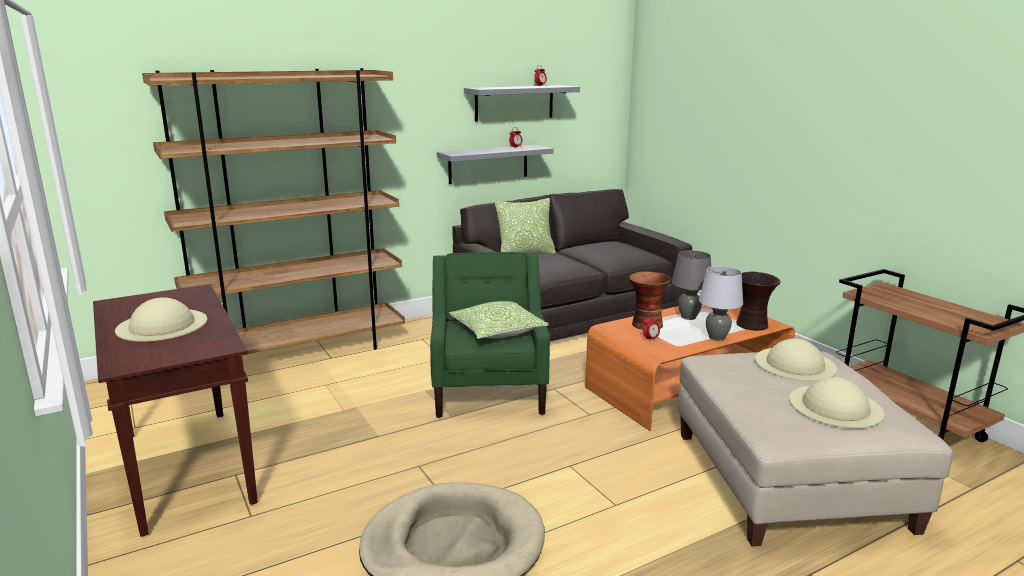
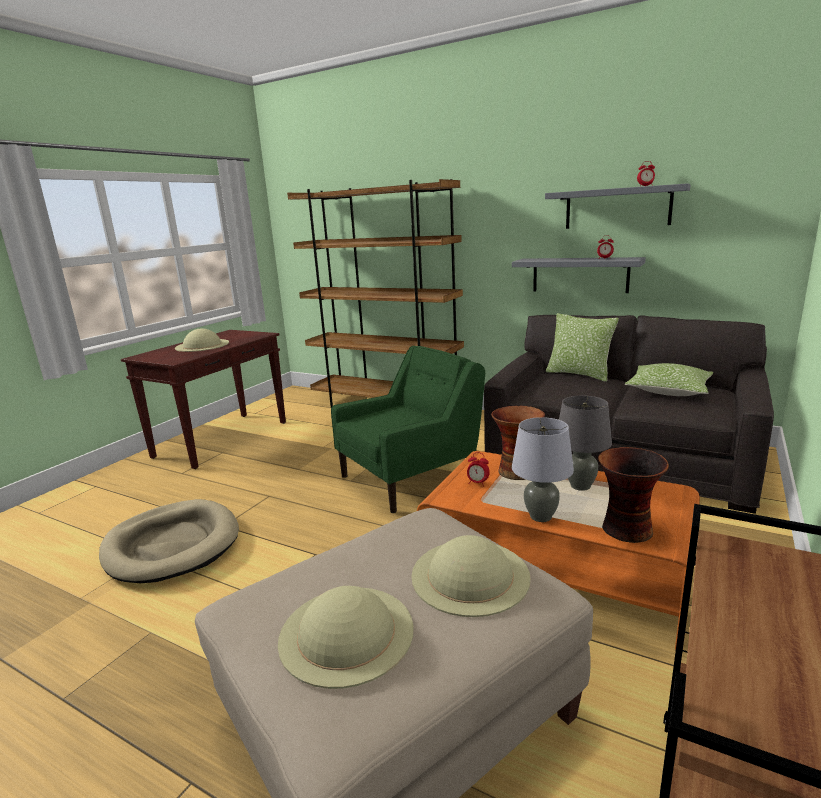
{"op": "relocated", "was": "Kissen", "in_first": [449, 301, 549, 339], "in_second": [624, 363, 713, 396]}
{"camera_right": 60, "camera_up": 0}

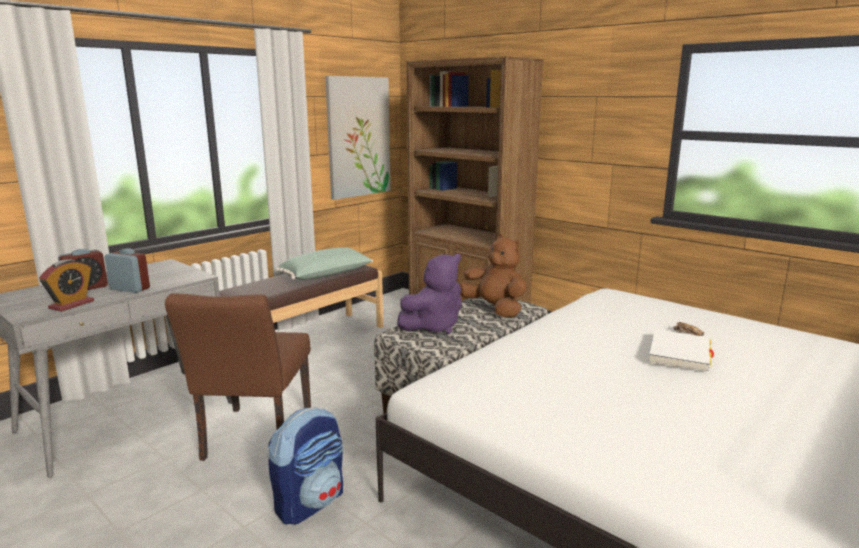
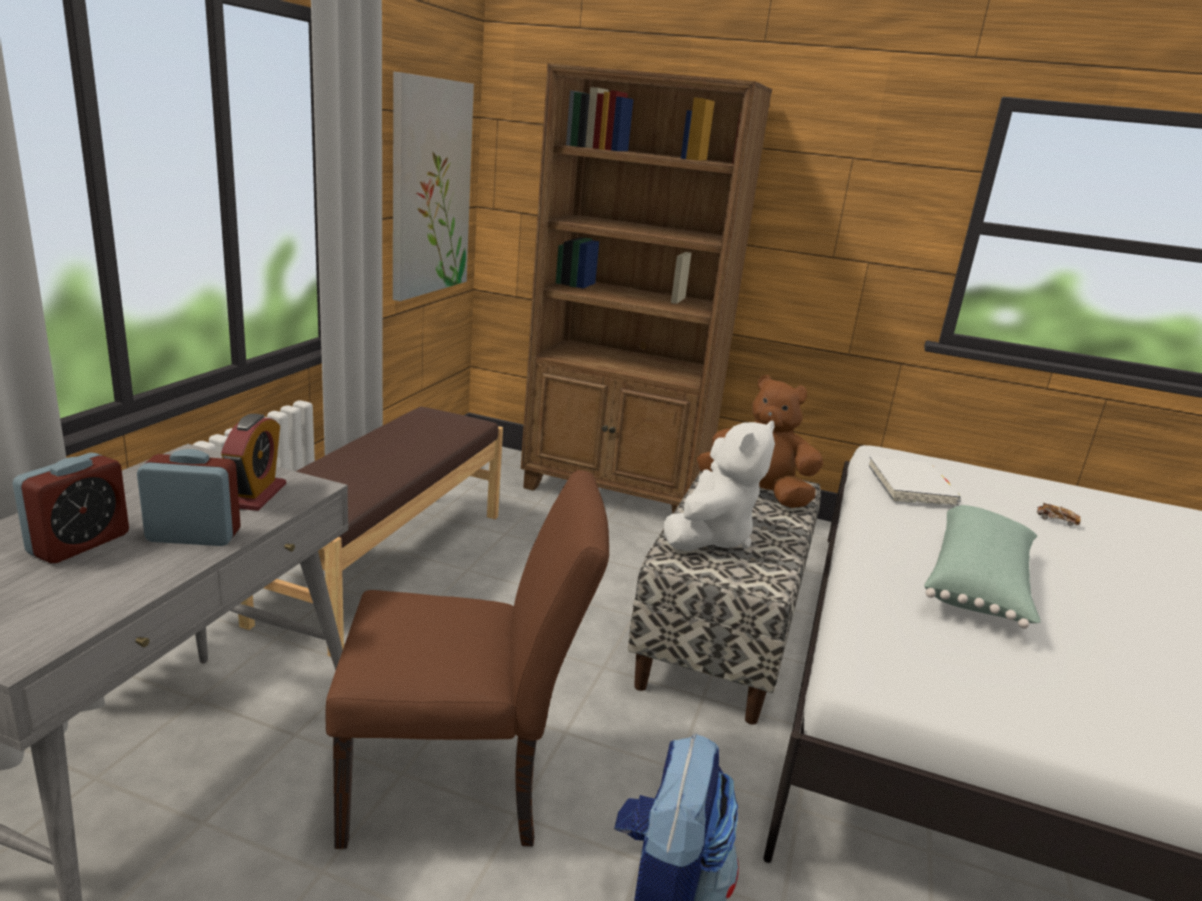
{"op": "relocated", "was": "Wecker", "in_first": [39, 259, 94, 312], "in_second": [221, 414, 286, 511]}
{"op": "spun", "was": "Stuhl/braun", "in_first": [165, 293, 311, 461], "in_second": [325, 470, 609, 849], "clockwise": -75}
{"op": "relocated", "was": "Kissen/grün", "in_first": [276, 247, 373, 280], "in_second": [924, 505, 1041, 629]}
{"op": "colour", "was": "Plüschtier/lila", "now": "Plüschtier/weiß", "in_first": [397, 254, 462, 334], "in_second": [664, 421, 775, 551]}
{"op": "relocated", "was": "Buch/weiß", "in_first": [649, 329, 714, 371], "in_second": [869, 457, 961, 505]}
{"camera_right": -25, "camera_up": 5}

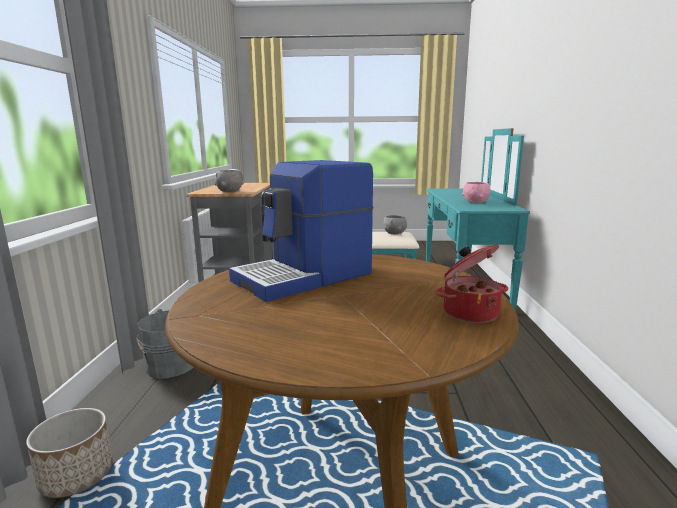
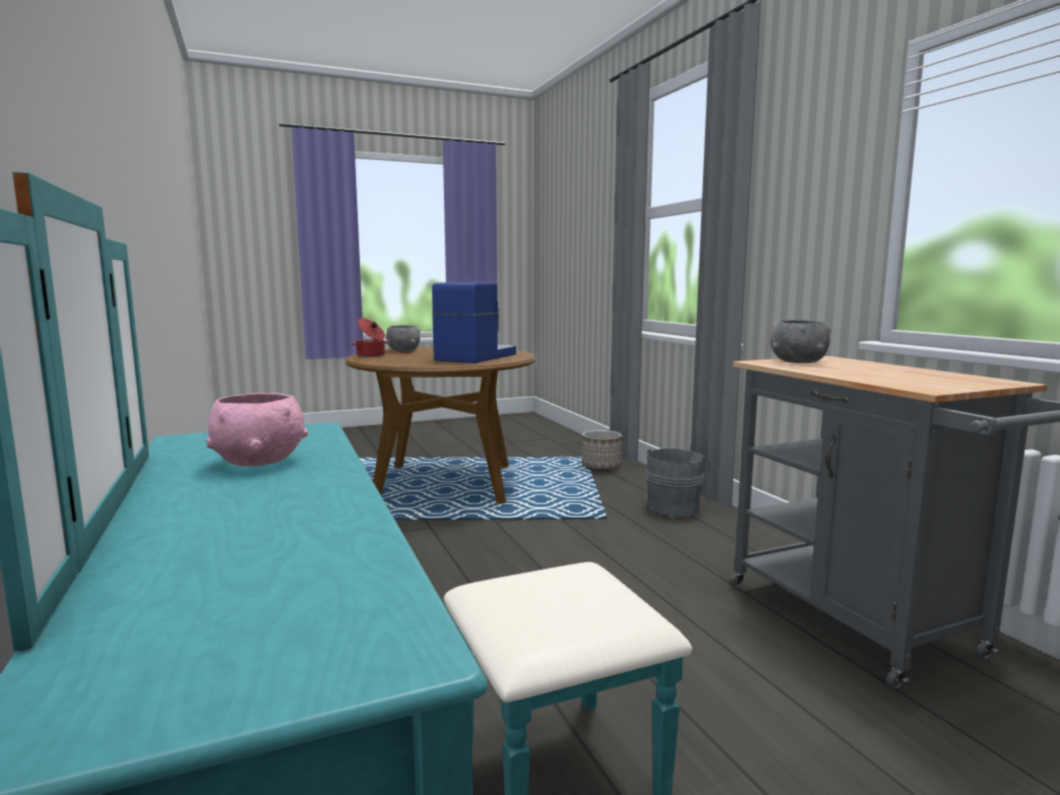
{"op": "relocated", "was": "Schüssel/grau", "in_first": [383, 215, 407, 234], "in_second": [386, 325, 420, 352]}
{"camera_right": 155, "camera_up": -5}

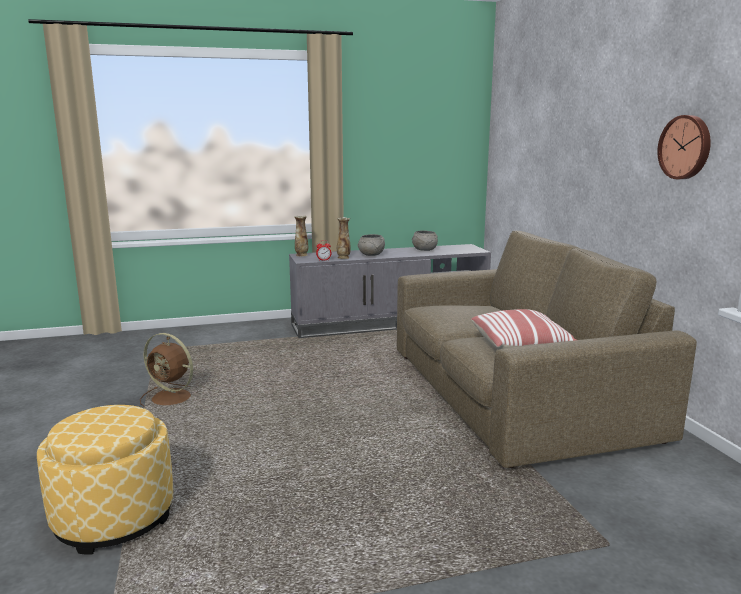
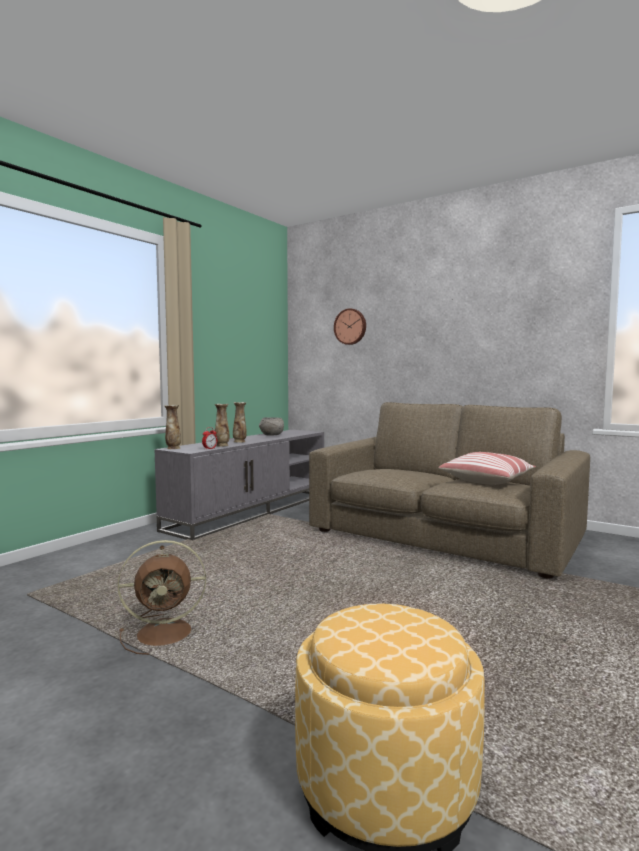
{"op": "exchanged", "was": "Schüssel/grau", "now": "Vase", "in_first": [357, 234, 385, 256], "in_second": [233, 402, 247, 443]}
{"op": "relocated", "was": "Wanduhr", "in_first": [657, 115, 711, 179], "in_second": [334, 308, 366, 345]}
{"camera_right": -40, "camera_up": -10}

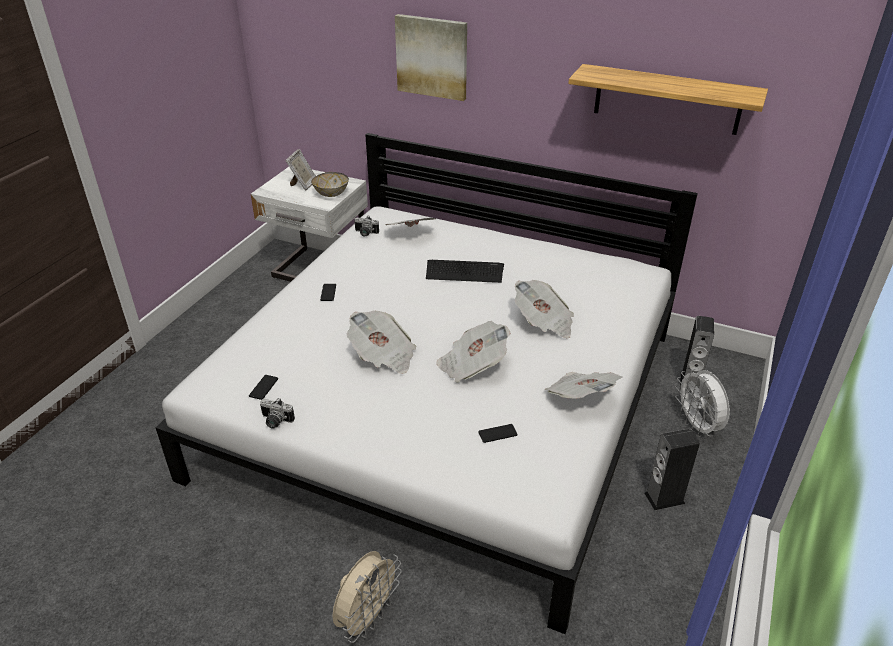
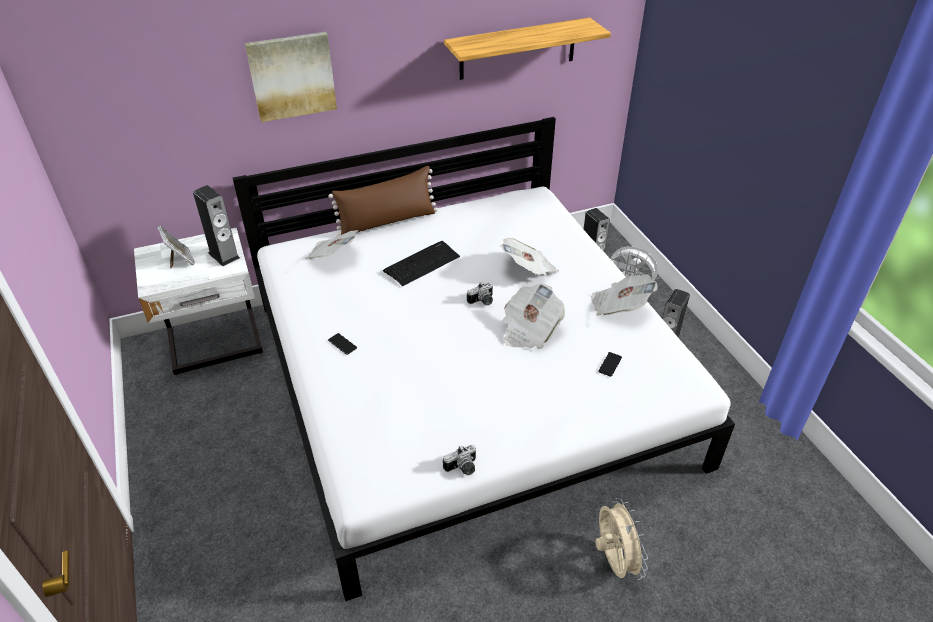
{"op": "missing", "was": "Handy", "in_first": [249, 375, 278, 400]}
{"op": "exchanged", "was": "Schüssel", "now": "Lautsprecher", "in_first": [311, 172, 349, 197], "in_second": [193, 185, 240, 266]}
{"op": "missing", "was": "Zeitung", "in_first": [347, 311, 416, 374]}
{"op": "relocated", "was": "Kamera", "in_first": [354, 216, 379, 237], "in_second": [467, 282, 493, 305]}
{"op": "appeared", "now": "Kissen/braun", "in_second": [328, 166, 438, 236]}
{"camera_right": -45, "camera_up": 5}

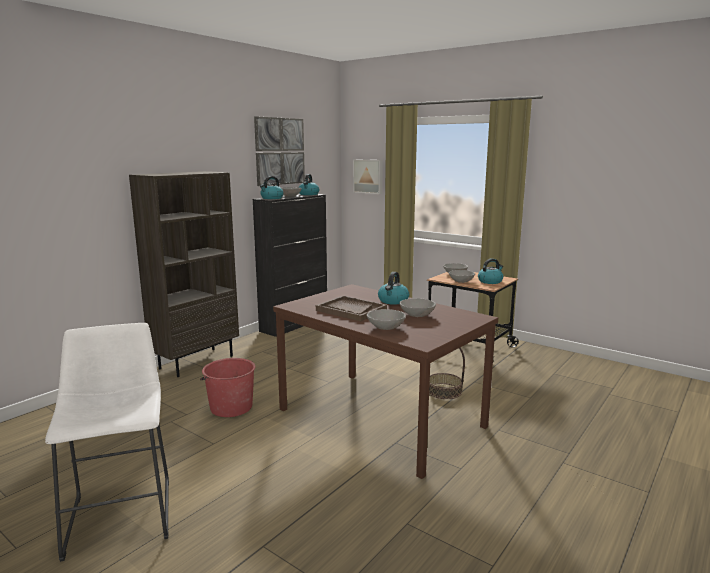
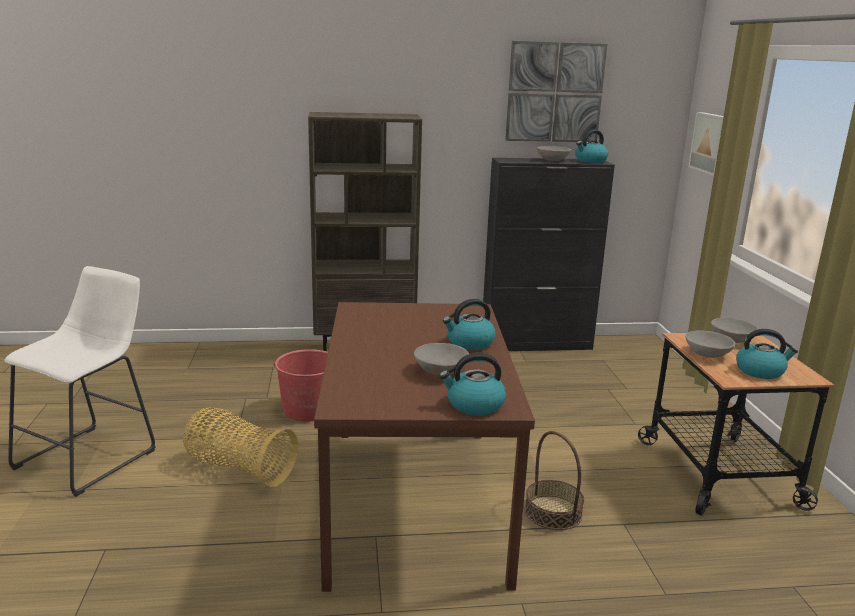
{"op": "relocated", "was": "Wasserkessel", "in_first": [260, 176, 284, 199], "in_second": [439, 353, 506, 416]}
{"op": "missing", "was": "Tablett/braun", "in_first": [316, 296, 387, 321]}
{"op": "missing", "was": "Schüssel/grau", "in_first": [367, 309, 406, 330]}
{"op": "appeared", "now": "Korb", "in_second": [183, 407, 298, 487]}
{"camera_right": 45, "camera_up": 5}

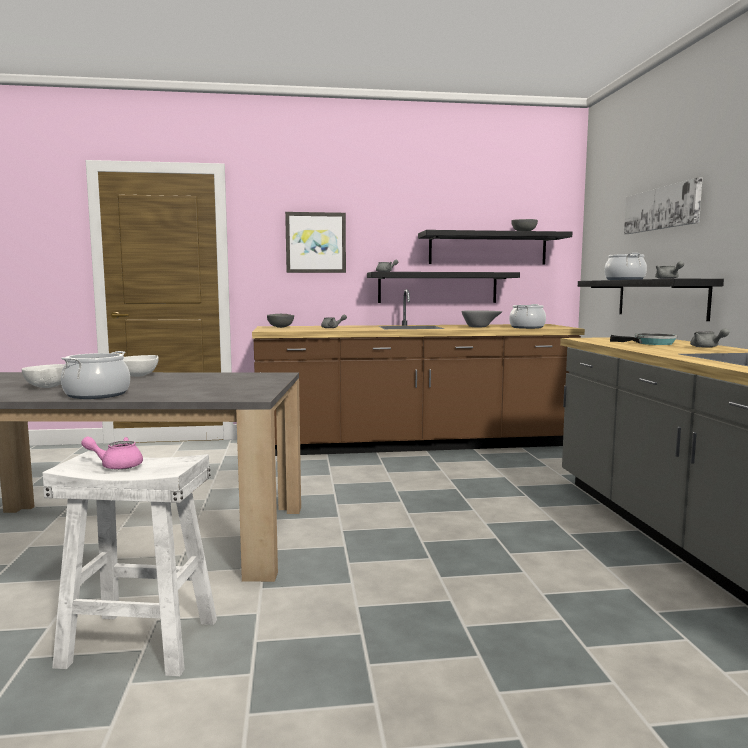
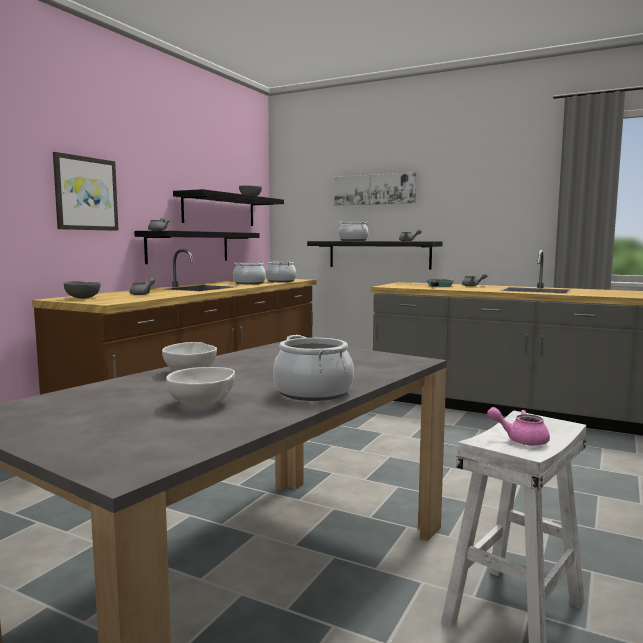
{"op": "spun", "was": "Teekanne/rosa", "in_first": [81, 437, 143, 470], "in_second": [487, 407, 550, 445], "clockwise": 75}
{"op": "exchanged", "was": "Schüssel/grau", "now": "Kochtopf", "in_first": [461, 310, 503, 328], "in_second": [233, 262, 266, 284]}
{"camera_right": -55, "camera_up": 0}

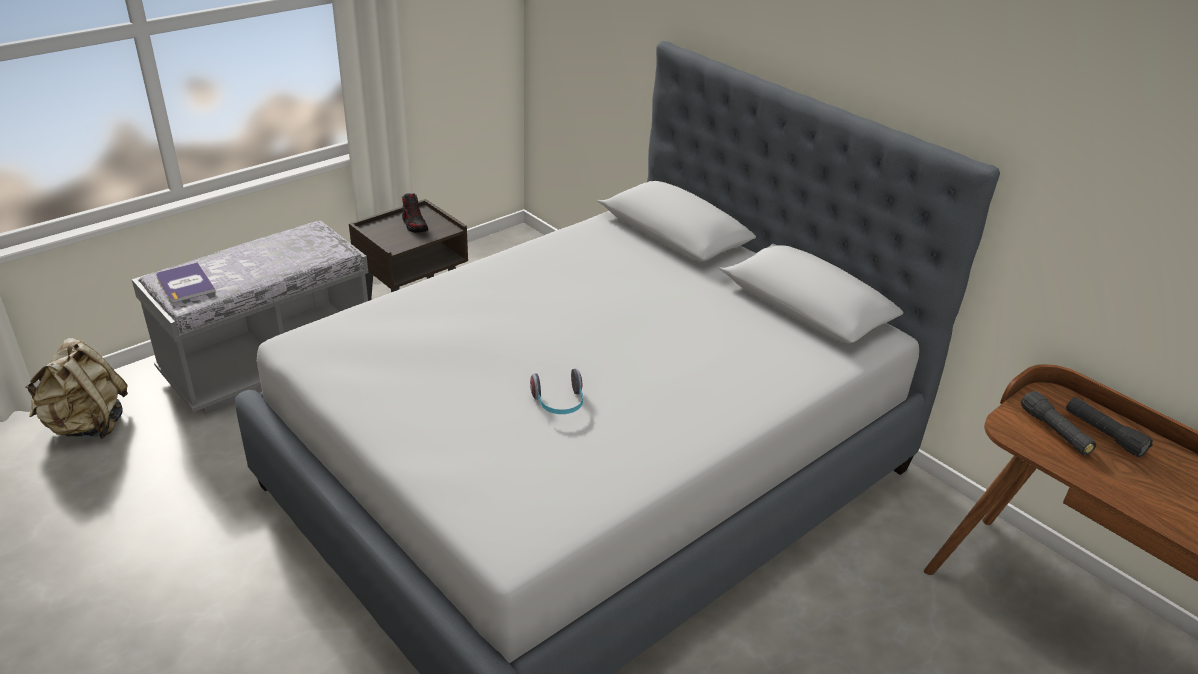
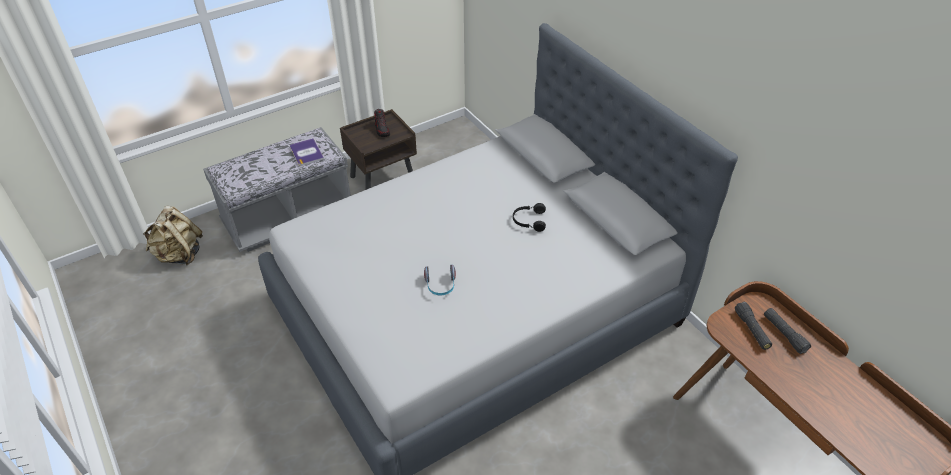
{"op": "relocated", "was": "Buch", "in_first": [156, 262, 216, 302], "in_second": [290, 138, 324, 166]}
{"op": "appeared", "now": "Kopfhörer/schwarz", "in_second": [513, 203, 546, 232]}
{"camera_right": 10, "camera_up": 10}

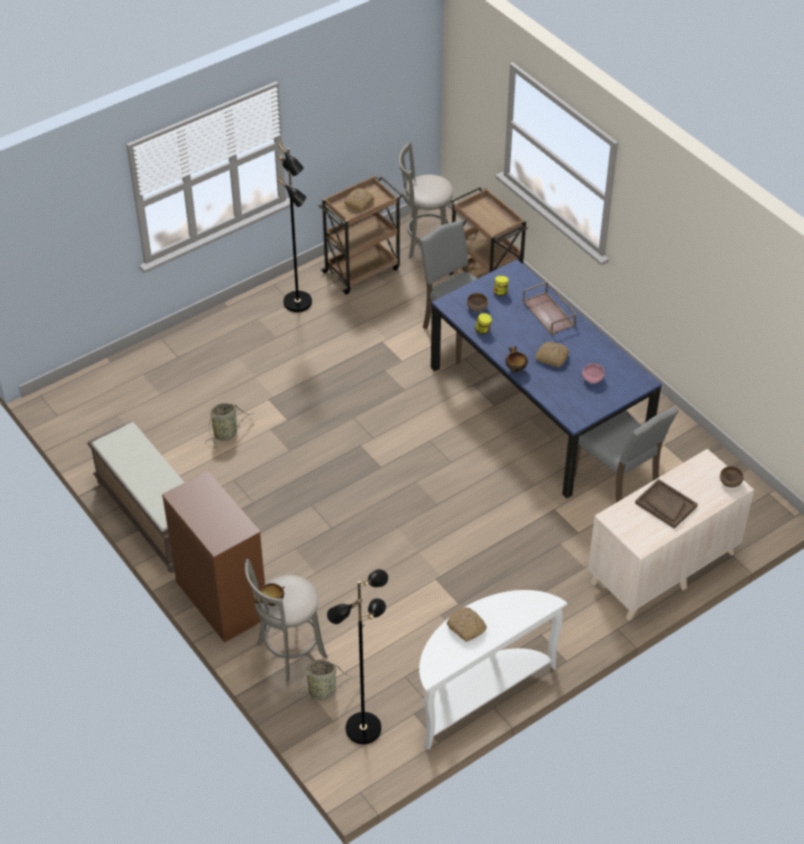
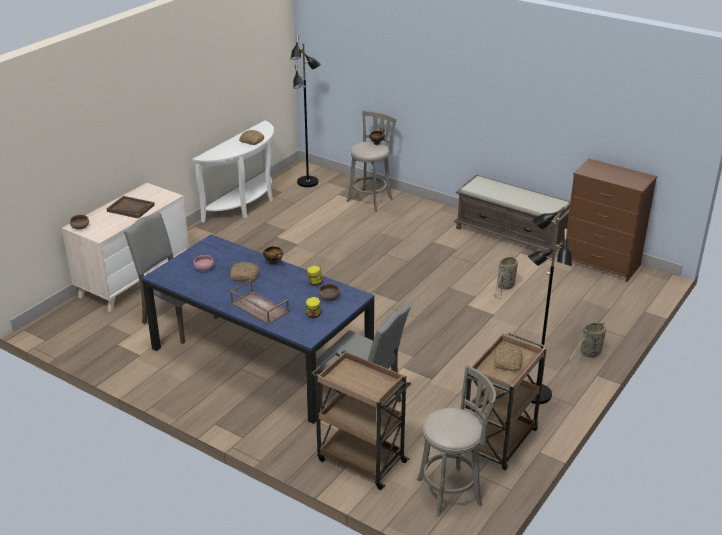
{"op": "relocated", "was": "Kommode/braun", "in_first": [162, 471, 265, 643], "in_second": [567, 159, 657, 282]}
{"op": "relocated", "was": "Korb", "in_first": [295, 659, 360, 707], "in_second": [569, 321, 607, 365]}
{"camera_right": 160, "camera_up": -15}

